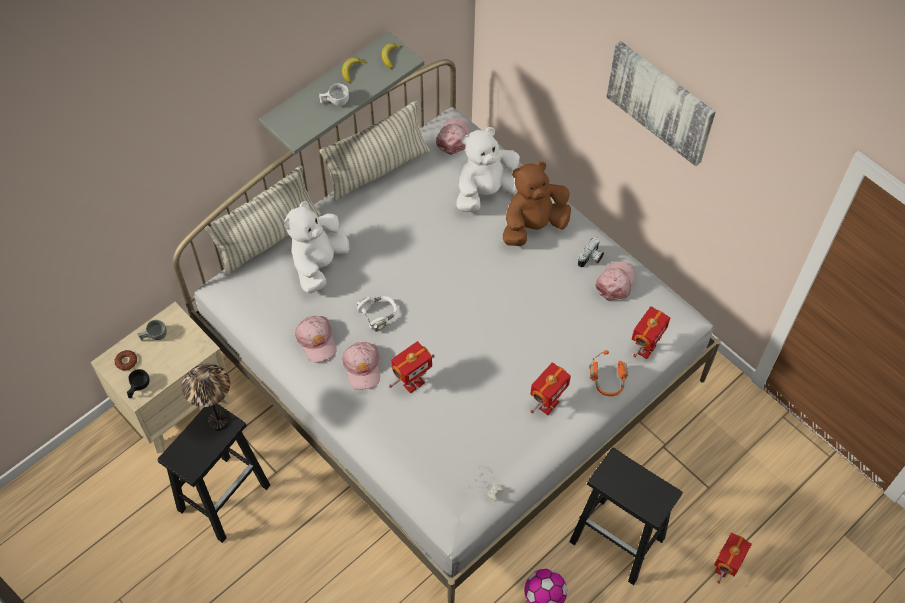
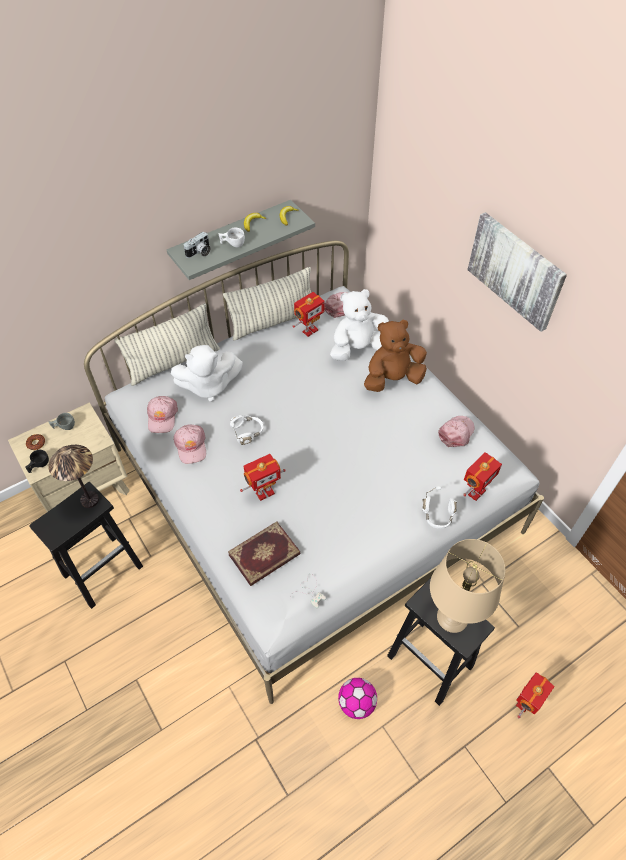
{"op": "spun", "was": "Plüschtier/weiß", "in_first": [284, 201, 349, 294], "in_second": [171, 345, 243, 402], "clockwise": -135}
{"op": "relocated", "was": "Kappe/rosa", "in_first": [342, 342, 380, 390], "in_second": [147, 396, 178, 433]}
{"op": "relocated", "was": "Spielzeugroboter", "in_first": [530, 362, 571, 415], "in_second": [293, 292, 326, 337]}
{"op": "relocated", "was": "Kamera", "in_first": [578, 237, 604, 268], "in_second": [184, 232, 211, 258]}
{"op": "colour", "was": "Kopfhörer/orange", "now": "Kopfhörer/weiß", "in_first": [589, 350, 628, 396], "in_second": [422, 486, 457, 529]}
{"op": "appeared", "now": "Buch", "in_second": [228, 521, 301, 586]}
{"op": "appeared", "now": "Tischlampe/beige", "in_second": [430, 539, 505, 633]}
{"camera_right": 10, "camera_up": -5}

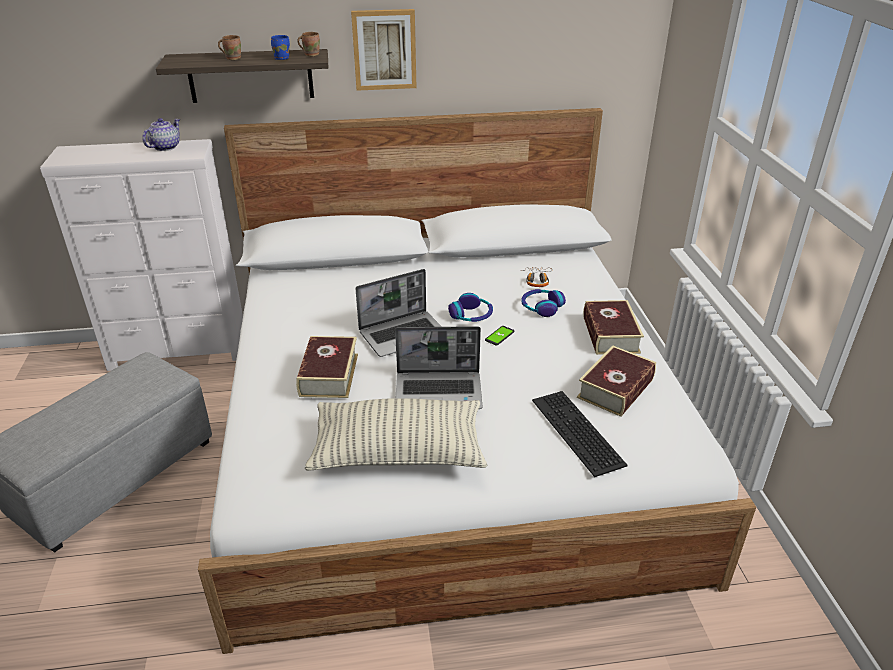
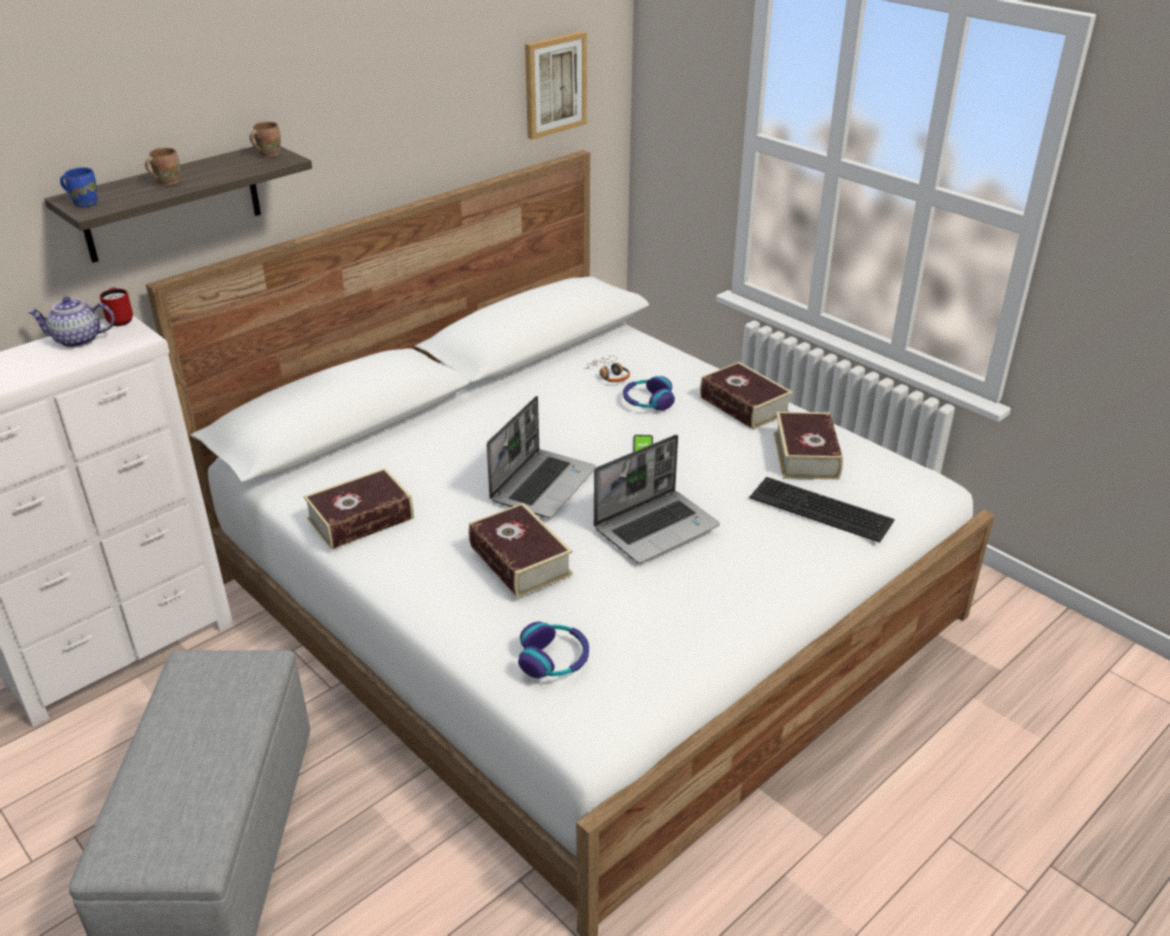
{"op": "spun", "was": "Teekanne", "in_first": [142, 118, 180, 151], "in_second": [27, 297, 115, 348], "clockwise": -90}
{"op": "relocated", "was": "Henkelbecher/blau", "in_first": [271, 35, 290, 60], "in_second": [60, 167, 98, 207]}
{"op": "missing", "was": "Kissen", "in_first": [305, 398, 487, 471]}
{"op": "relocated", "was": "Bild", "in_first": [351, 9, 417, 91], "in_second": [525, 31, 587, 140]}
{"op": "relocated", "was": "Kopfhörer", "in_first": [448, 293, 493, 322], "in_second": [518, 622, 589, 678]}
{"op": "appeared", "now": "Henkelbecher/rot", "in_second": [99, 287, 133, 326]}
{"op": "appeared", "now": "Buch", "in_second": [304, 468, 414, 549]}
{"camera_right": -35, "camera_up": 0}

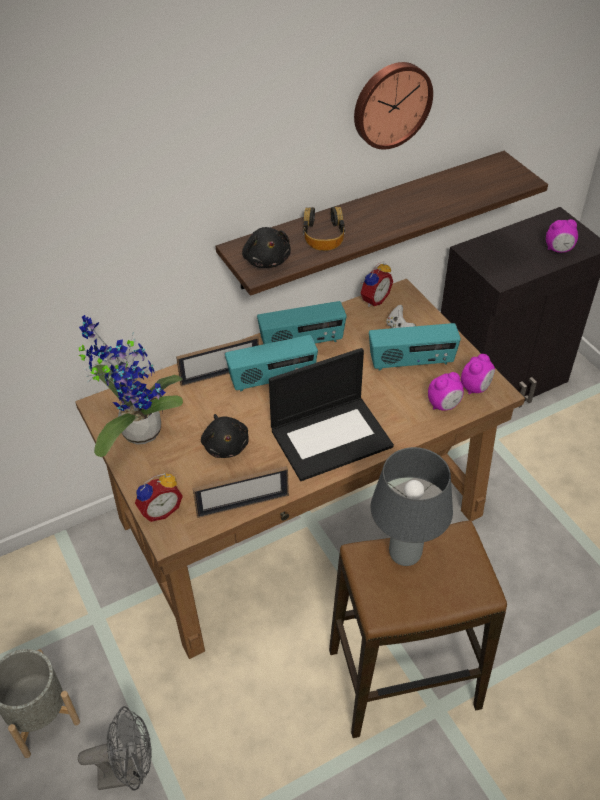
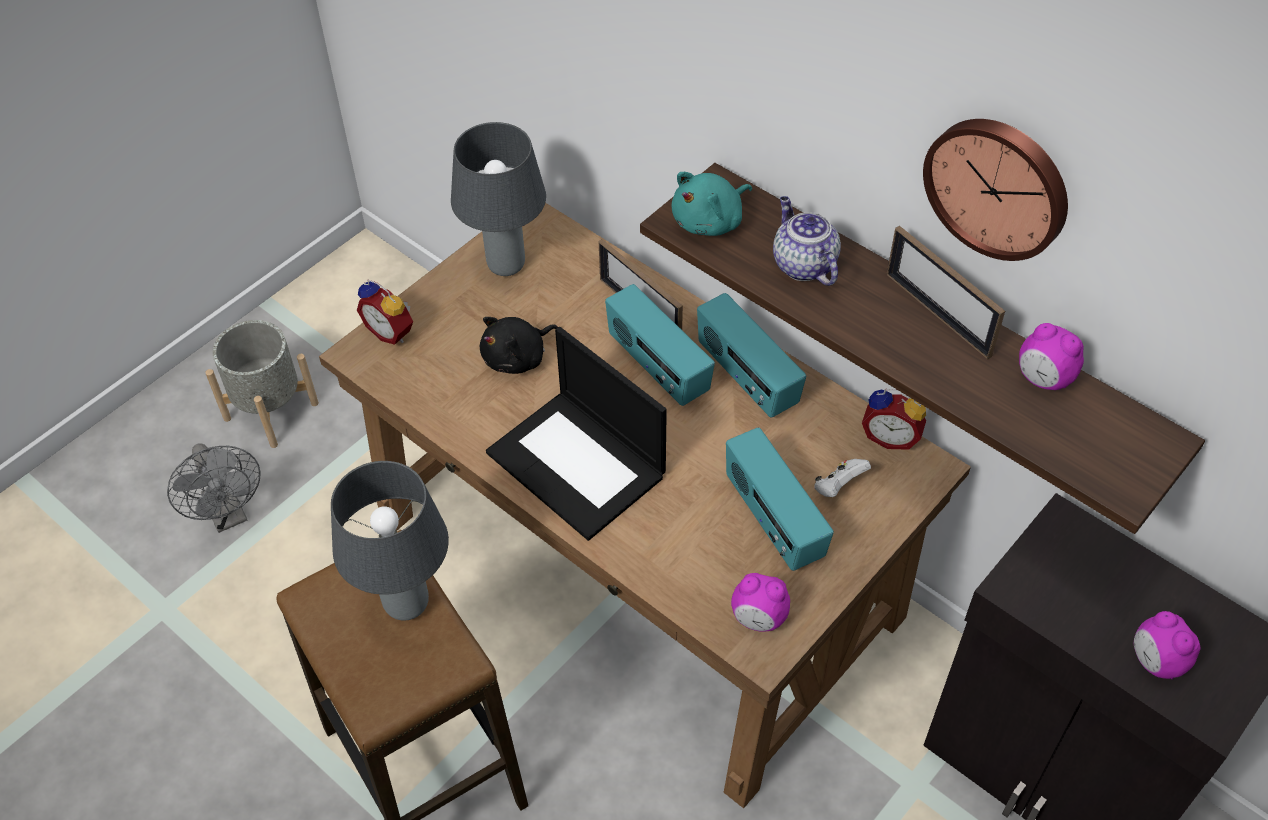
{"op": "exchanged", "was": "Topfpflanze", "now": "Tischlampe/grau", "in_first": [79, 315, 183, 457], "in_second": [451, 122, 546, 276]}
{"op": "relocated", "was": "Bilderrahmen", "in_first": [193, 466, 289, 518], "in_second": [886, 226, 1005, 359]}
{"op": "colour", "was": "Plüschtier/schwarz", "now": "Plüschtier/türkis", "in_first": [242, 227, 291, 268], "in_second": [672, 172, 752, 236]}
{"op": "exchanged", "was": "Kopfhörer", "now": "Teekanne", "in_first": [303, 207, 345, 251], "in_second": [773, 196, 841, 286]}
{"op": "relocated", "was": "Wecker", "in_first": [428, 372, 464, 411], "in_second": [1019, 323, 1084, 390]}
{"camera_right": 70, "camera_up": 5}

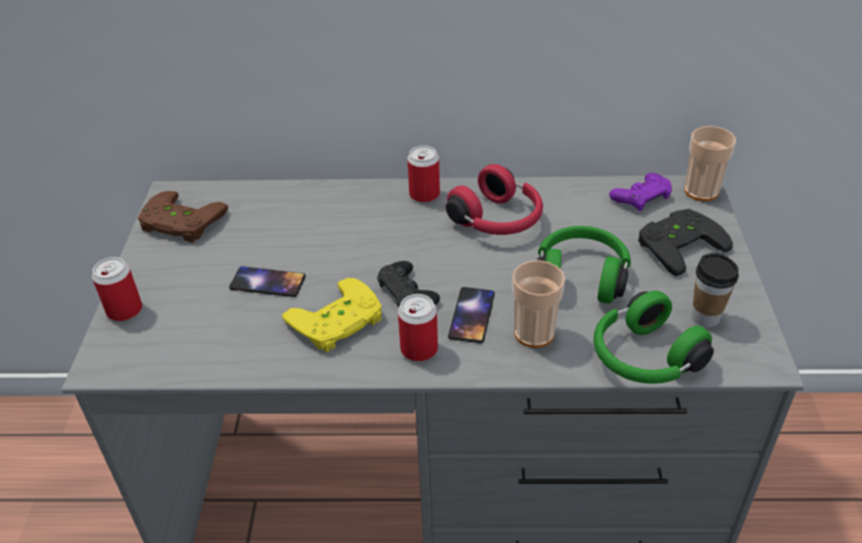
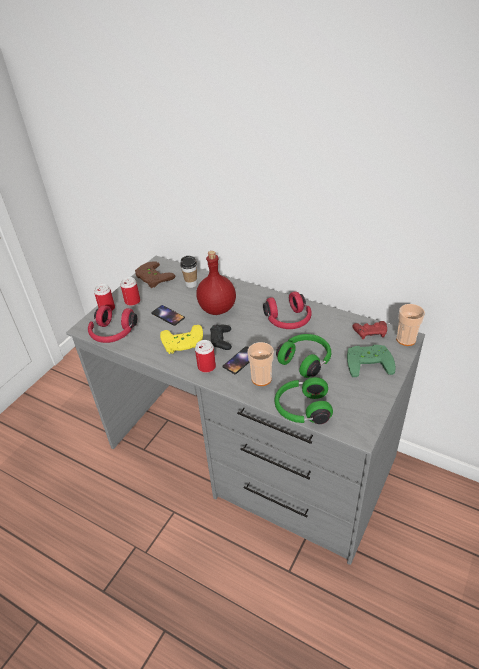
{"op": "relocated", "was": "Dose", "in_first": [407, 145, 440, 203], "in_second": [120, 277, 140, 306]}
{"op": "colour", "was": "Gamepad/lila", "now": "Gamepad/rot", "in_first": [609, 173, 672, 211], "in_second": [352, 321, 387, 339]}
{"op": "colour", "was": "Gamepad/schwarz", "now": "Gamepad/grün", "in_first": [638, 209, 733, 276], "in_second": [347, 345, 396, 377]}
{"op": "relocated", "was": "Tasse", "in_first": [691, 253, 739, 327], "in_second": [180, 256, 197, 288]}
{"op": "appeared", "now": "Kopfhörer/rot", "in_second": [88, 305, 137, 343]}
{"op": "appeared", "now": "Flasche/rot", "in_second": [196, 251, 236, 315]}
{"camera_right": 30, "camera_up": 0}

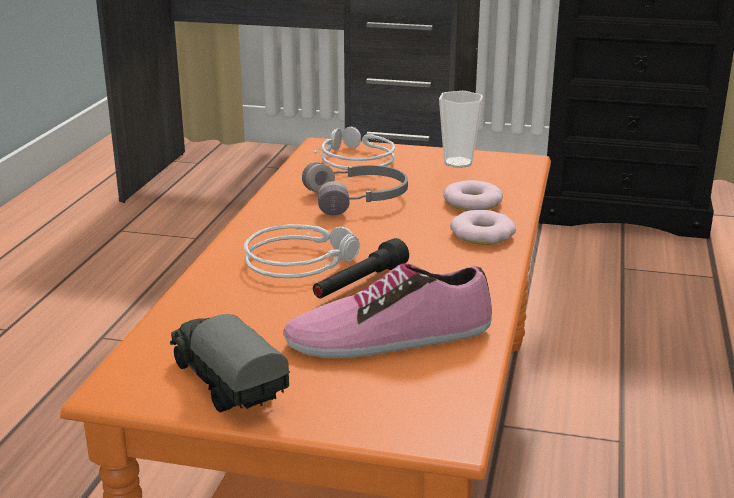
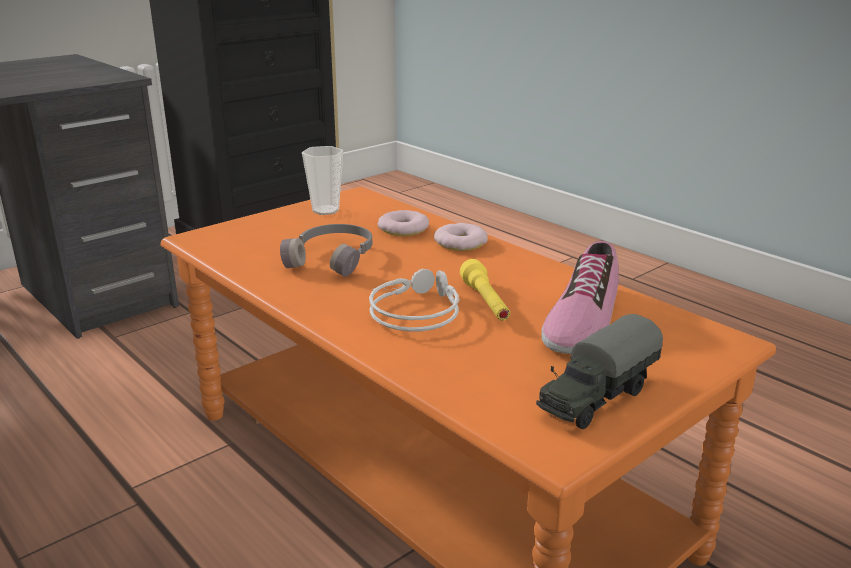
{"op": "spun", "was": "Spielzeuglaster", "in_first": [170, 314, 290, 412], "in_second": [536, 314, 663, 429], "clockwise": -45}
{"op": "colour", "was": "Taschenlampe/schwarz", "now": "Taschenlampe/gelb", "in_first": [313, 238, 409, 298], "in_second": [460, 259, 510, 321]}
{"op": "missing", "was": "Kopfhörer/grau", "in_first": [314, 127, 395, 170]}
{"camera_right": -55, "camera_up": 0}

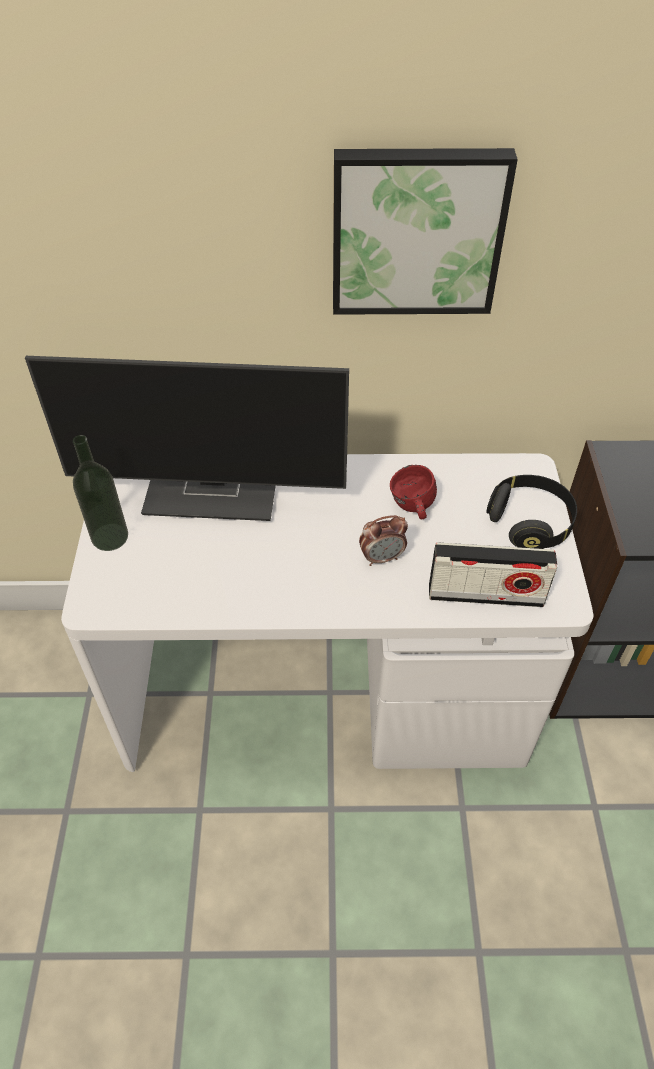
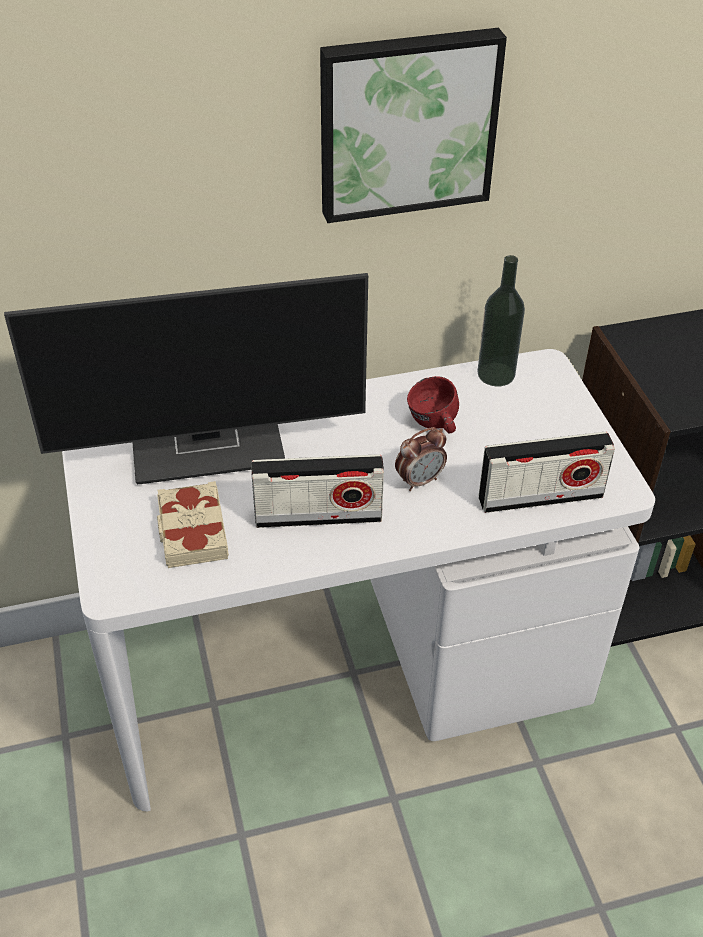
{"op": "relocated", "was": "Flasche", "in_first": [73, 435, 128, 551], "in_second": [477, 255, 525, 386]}
{"op": "missing", "was": "Kopfhörer/schwarz", "in_first": [486, 475, 577, 549]}
{"op": "appeared", "now": "Buch/beige", "in_second": [157, 481, 229, 568]}
{"op": "appeared", "now": "Radio", "in_second": [251, 454, 384, 528]}
{"camera_right": -15, "camera_up": -5}

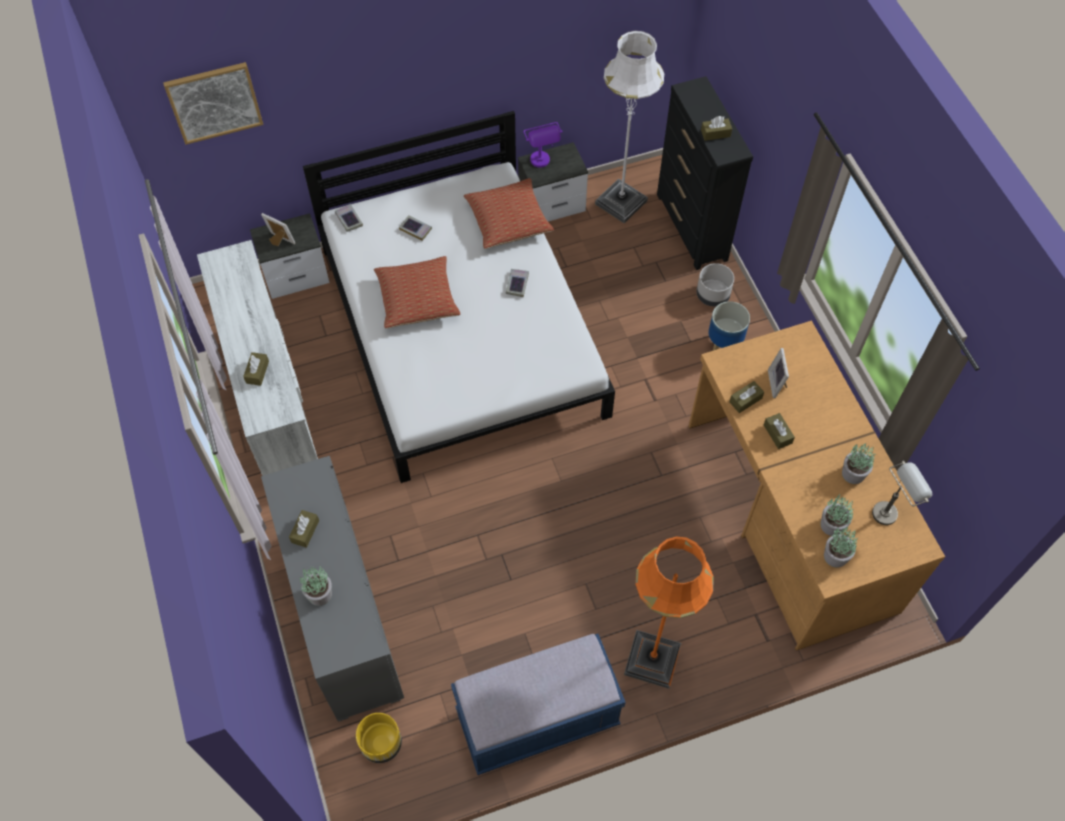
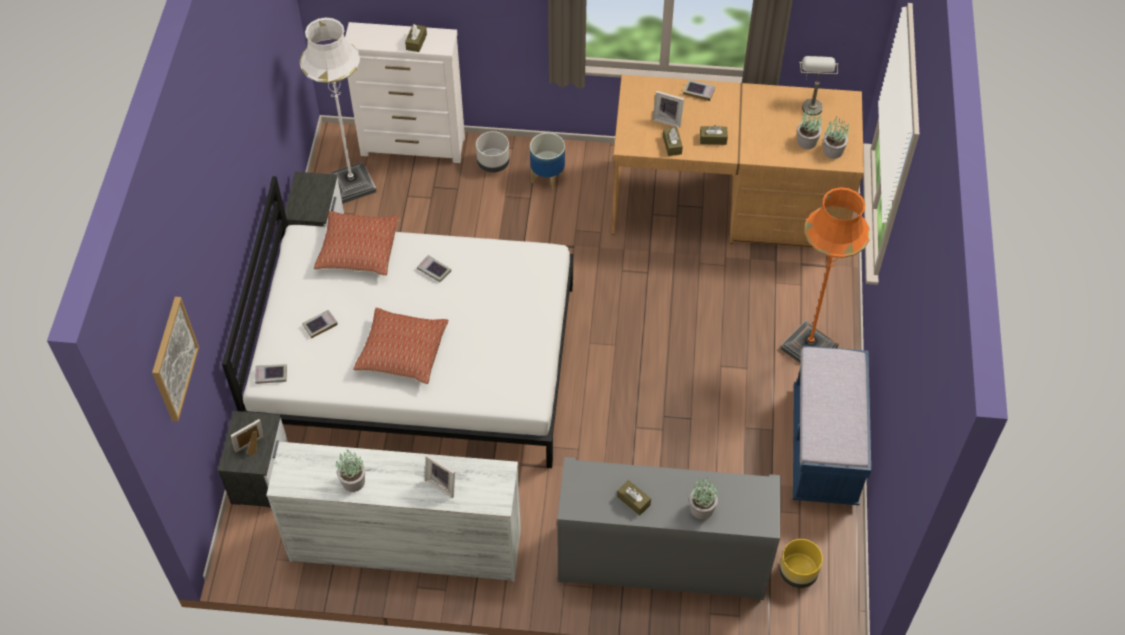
{"op": "exchanged", "was": "Taschentuchbox/braun", "now": "Bilderrahmen", "in_first": [243, 352, 269, 386], "in_second": [425, 454, 455, 498]}
{"op": "missing", "was": "Tischlampe/lila", "in_first": [523, 122, 563, 168]}
{"op": "colour", "was": "Kommode/schwarz", "now": "Kommode/weiß", "in_first": [657, 76, 753, 270], "in_second": [345, 22, 465, 163]}
{"op": "relocated", "was": "Topfpflanze", "in_first": [842, 444, 874, 484], "in_second": [336, 450, 365, 492]}
{"op": "appeared", "now": "Buch", "in_second": [683, 80, 715, 101]}
{"camera_right": -65, "camera_up": -5}

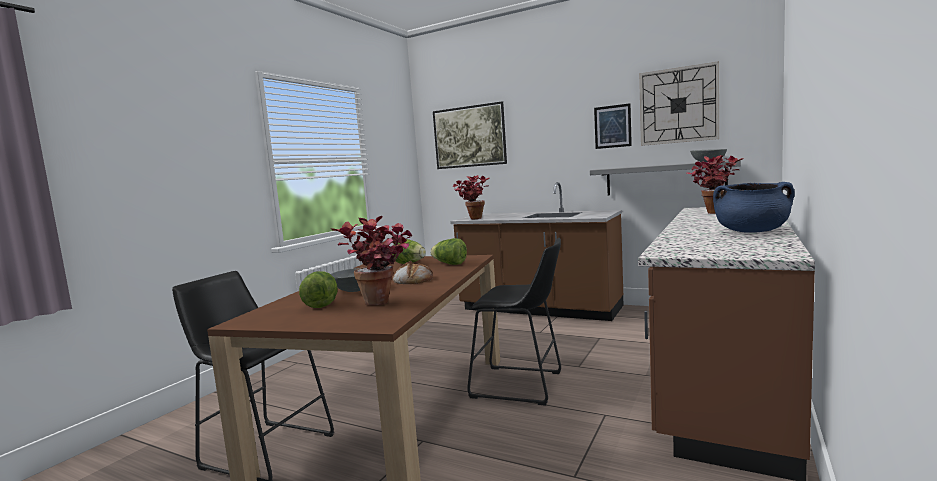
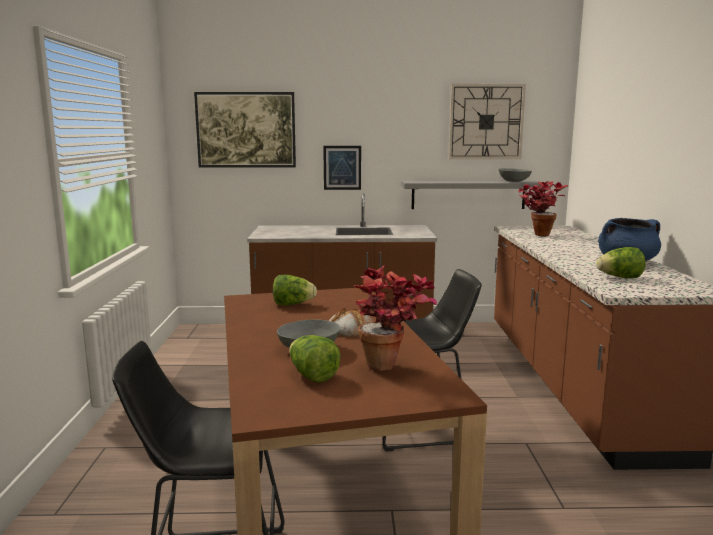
{"op": "relocated", "was": "Salatkopf", "in_first": [430, 238, 467, 265], "in_second": [596, 247, 646, 278]}
{"op": "missing", "was": "Topfpflanze", "in_first": [453, 175, 490, 219]}
{"op": "relocated", "was": "Bild", "in_first": [594, 103, 632, 149], "in_second": [323, 146, 361, 190]}
{"camera_right": -30, "camera_up": 5}

